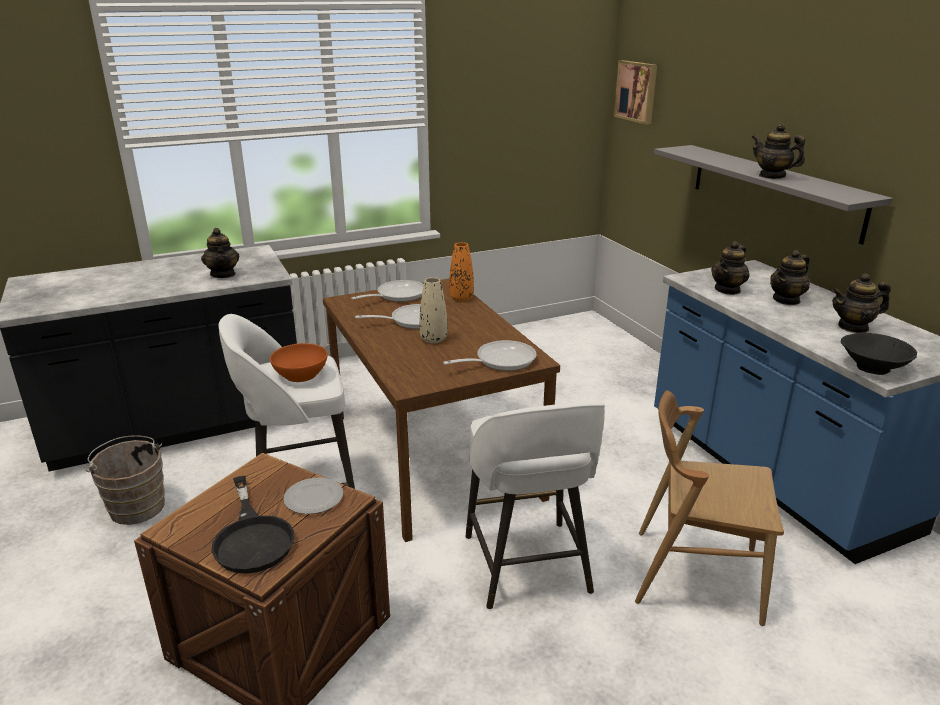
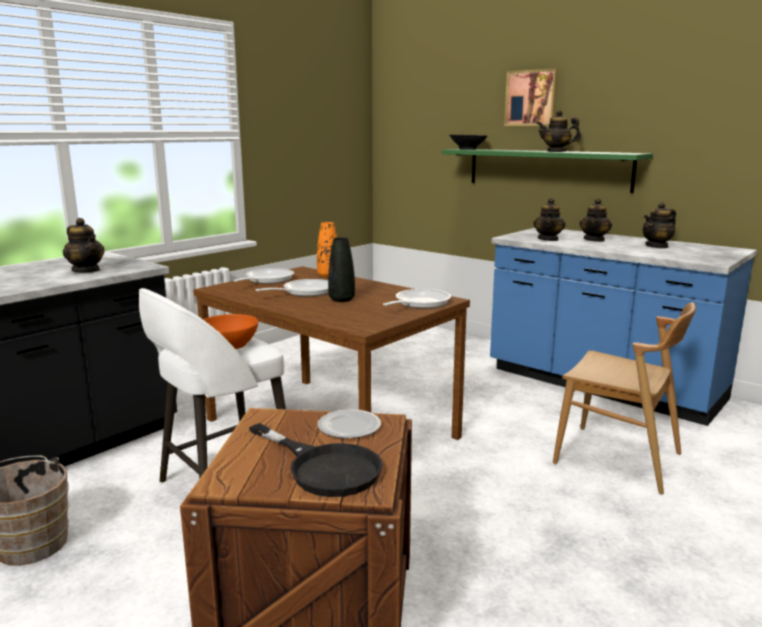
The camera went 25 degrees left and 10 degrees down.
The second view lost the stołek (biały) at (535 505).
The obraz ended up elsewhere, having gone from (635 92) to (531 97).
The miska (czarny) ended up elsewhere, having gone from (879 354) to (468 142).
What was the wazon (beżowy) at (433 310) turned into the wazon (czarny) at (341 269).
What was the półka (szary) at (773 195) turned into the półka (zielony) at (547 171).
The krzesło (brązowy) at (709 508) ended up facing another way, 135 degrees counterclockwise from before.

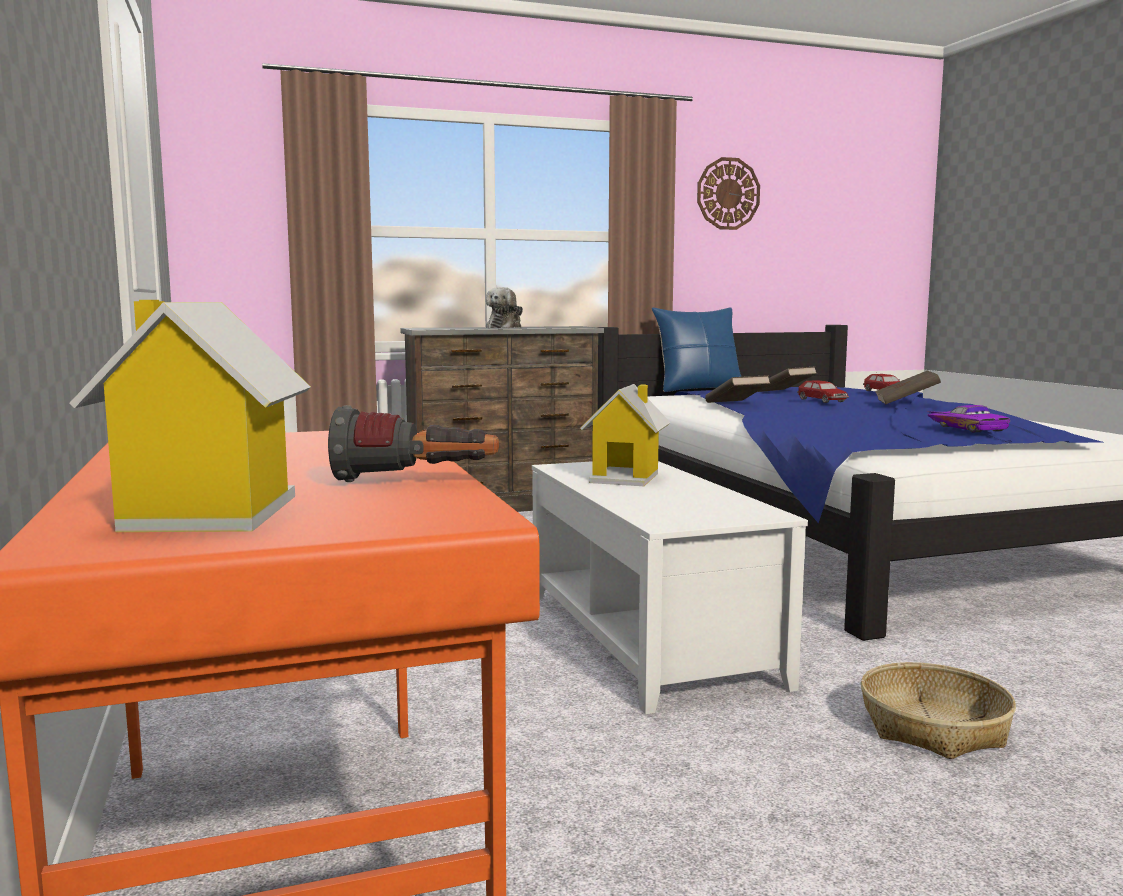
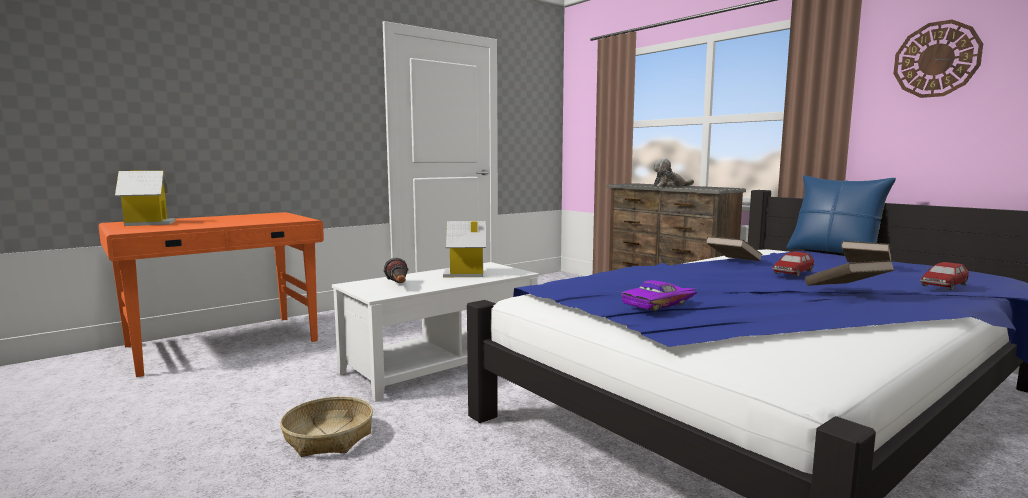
The camera went 70 degrees right and 0 degrees up.
The latarka ended up elsewhere, having gone from (413 443) to (395 270).

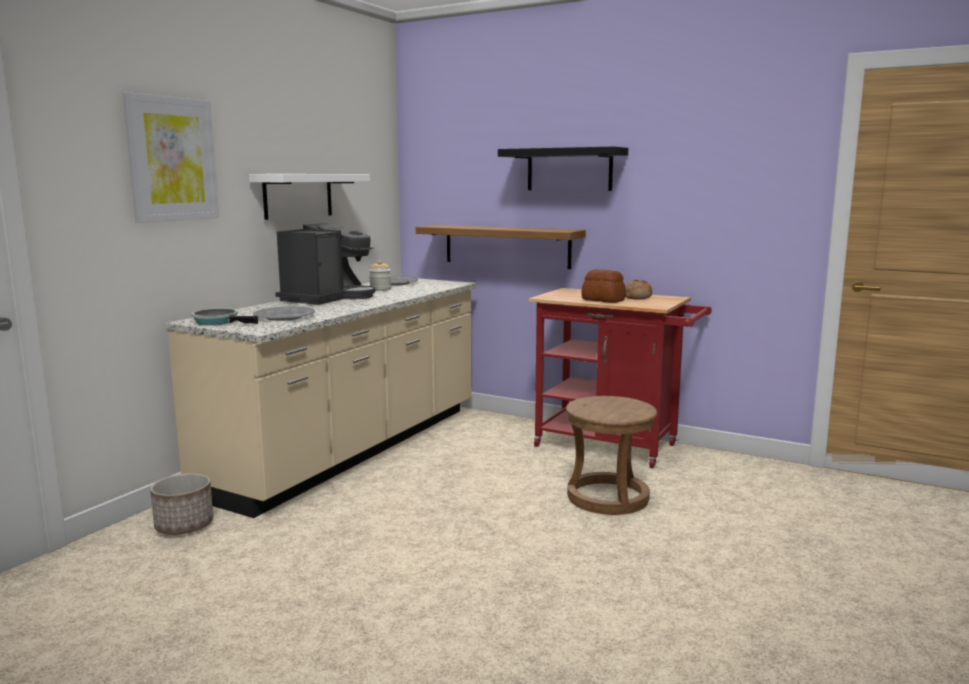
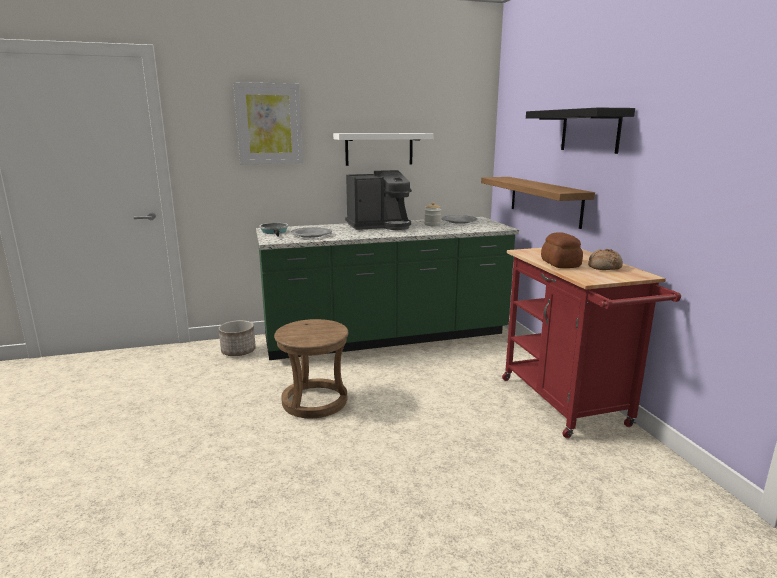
The camera went 45 degrees right and 5 degrees up.
The stołek (brązowy) ended up elsewhere, having gone from (611 455) to (311 368).
What was the zabudowa kuchenna (beżowy) at (321 398) turned into the zabudowa kuchenna (zielony) at (387 288).

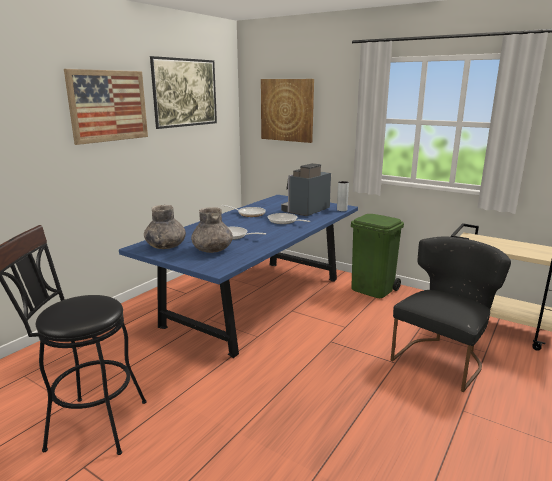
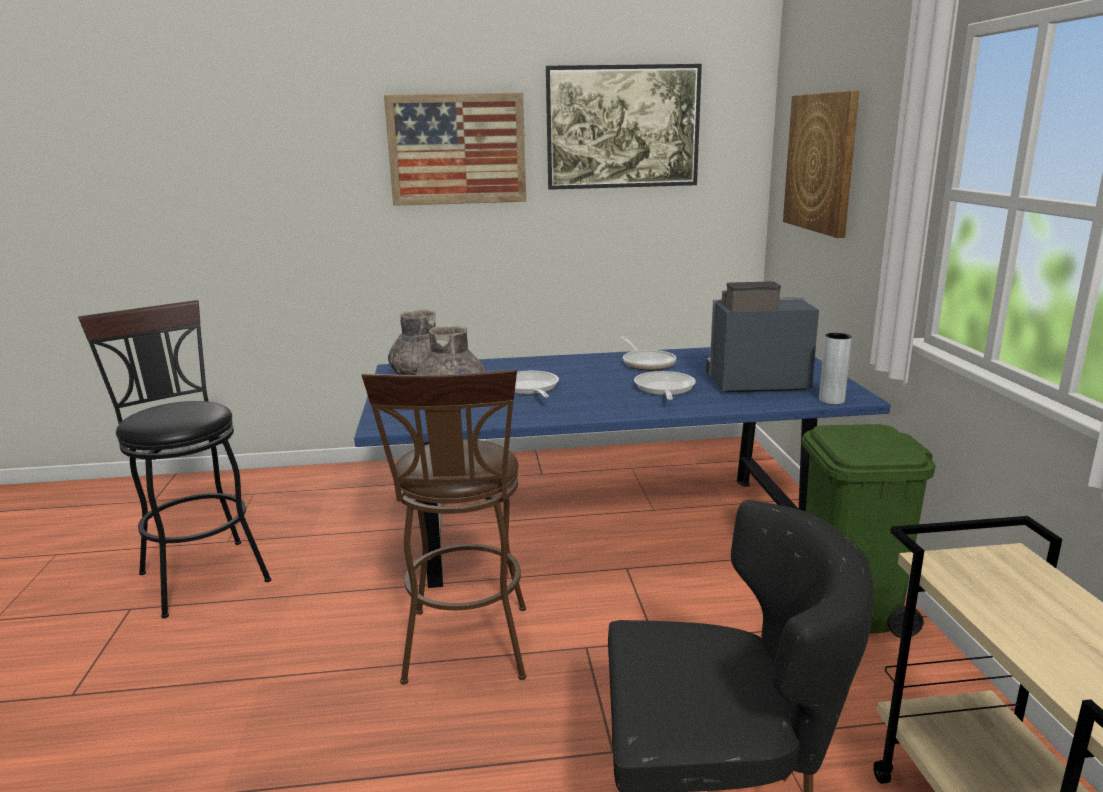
The camera went 50 degrees right and 0 degrees up.
The second view gained the stołek (brązowy) at (444 527).

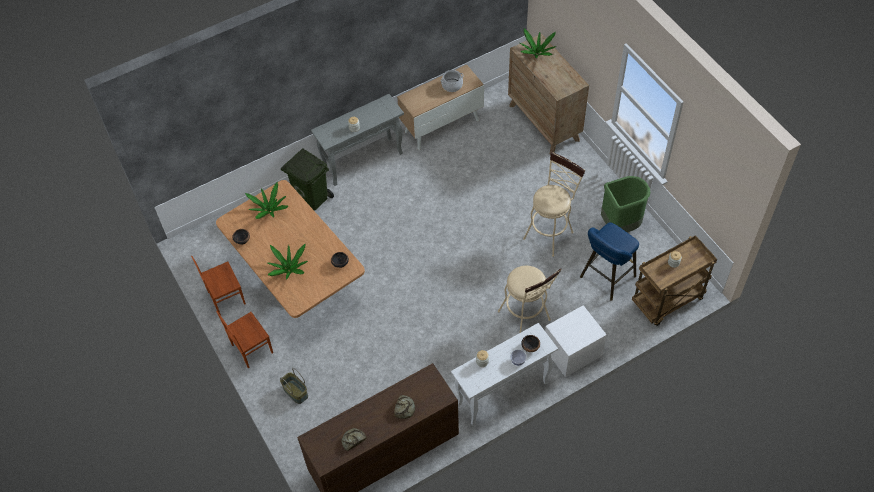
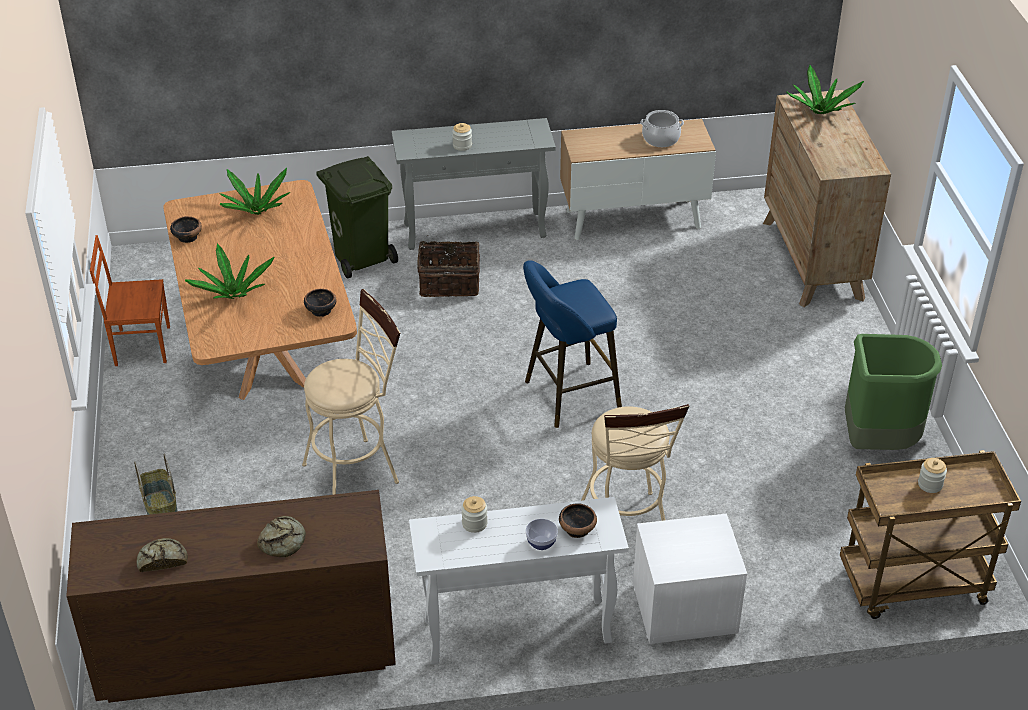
The camera went 20 degrees right and 15 degrees down.
The second view lost the krzesło (brązowy) at (244 339).
The second view gained the koszyk at (448 266).
The stołek (beżowy) ended up elsewhere, having gone from (554 204) to (351 392).
The stołek (niebieski) ended up elsewhere, having gone from (609 261) to (572 344).

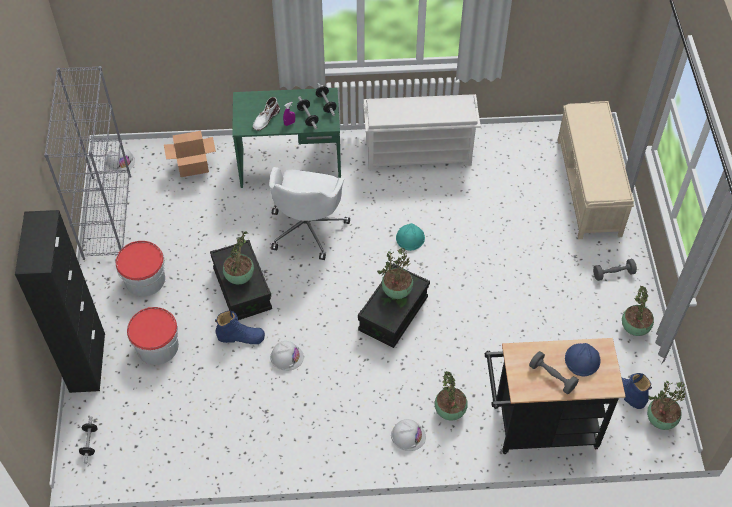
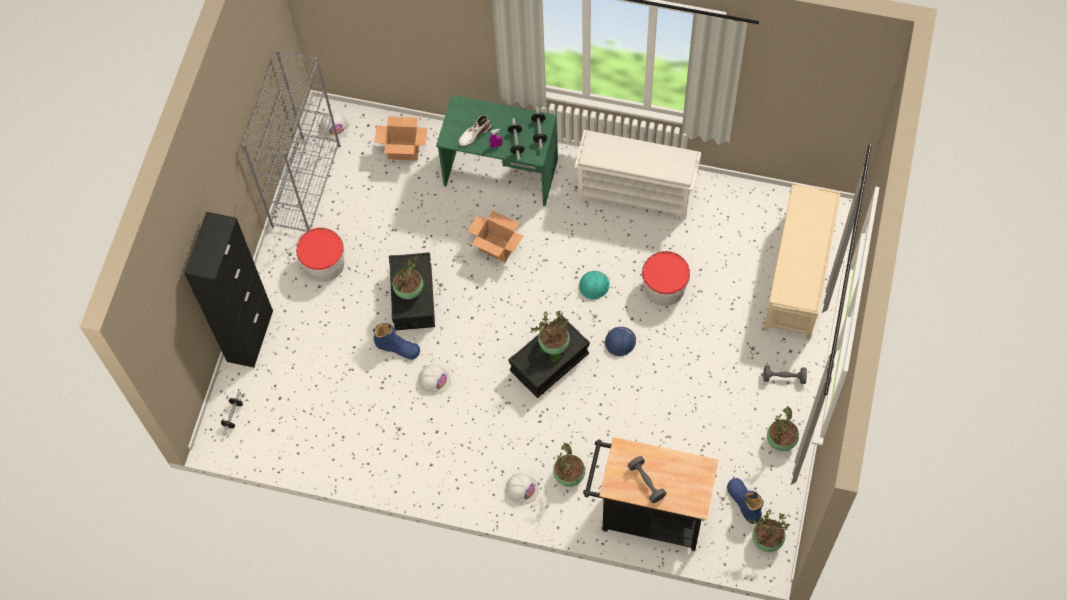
The camera went 20 degrees right and 10 degrees up.
The wiadro ended up elsewhere, having gone from (153 336) to (666 278).
The kask (niebieski) ended up elsewhere, having gone from (582 359) to (620 341).
Where the krzesło biurowe (biały) stood at (309 213), the karton came to stand at (496 237).

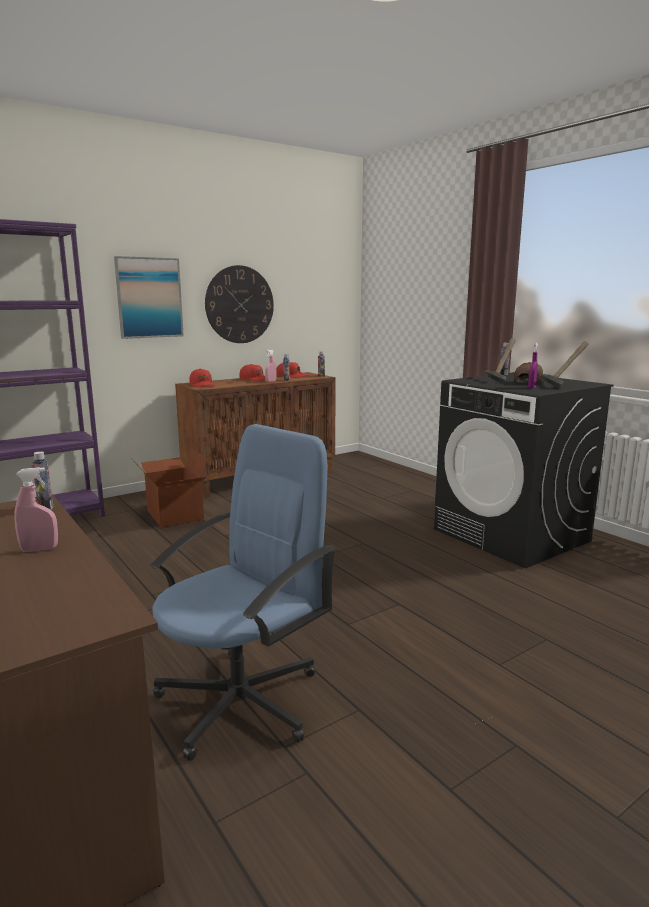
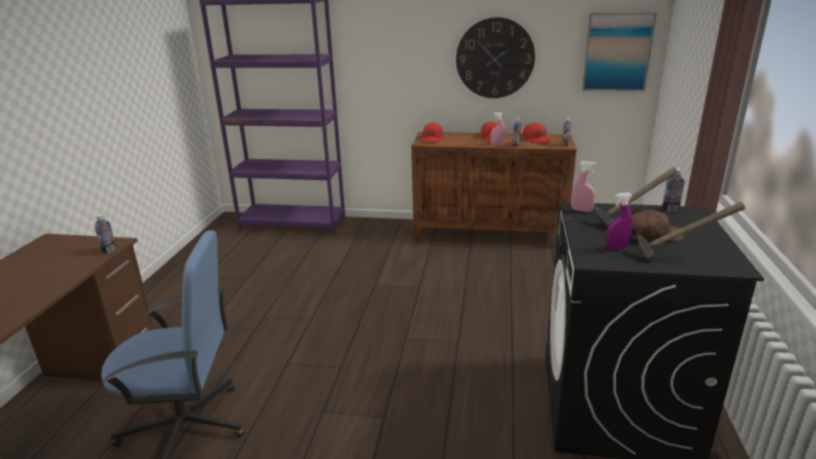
The camera went 45 degrees right and 10 degrees up.
The second view lost the karton at (169 487).
The spryskiwacz (różowy) ended up elsewhere, having gone from (36 509) to (583 186).
The obraz ended up elsewhere, having gone from (149 297) to (619 52).

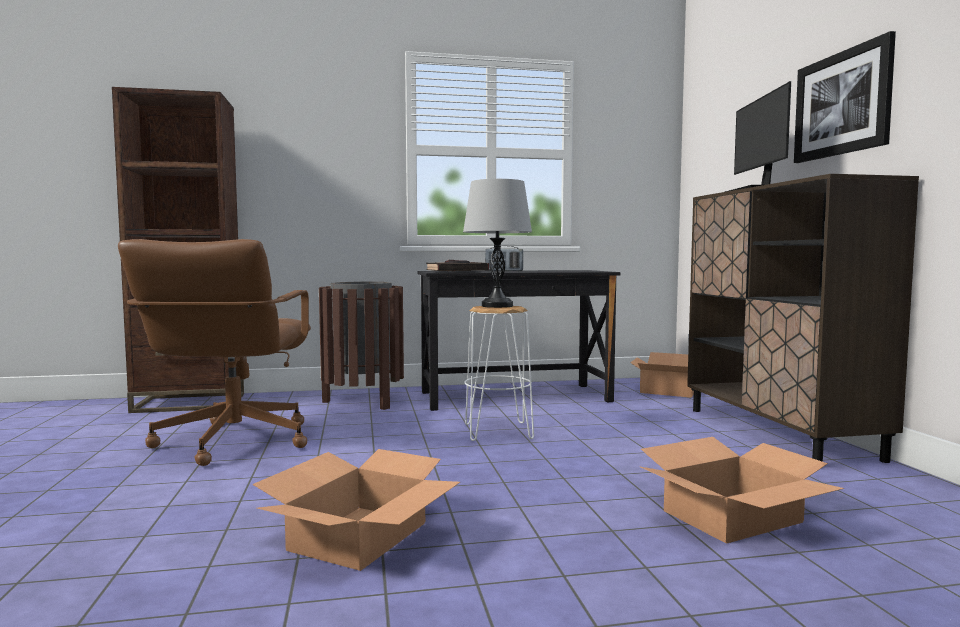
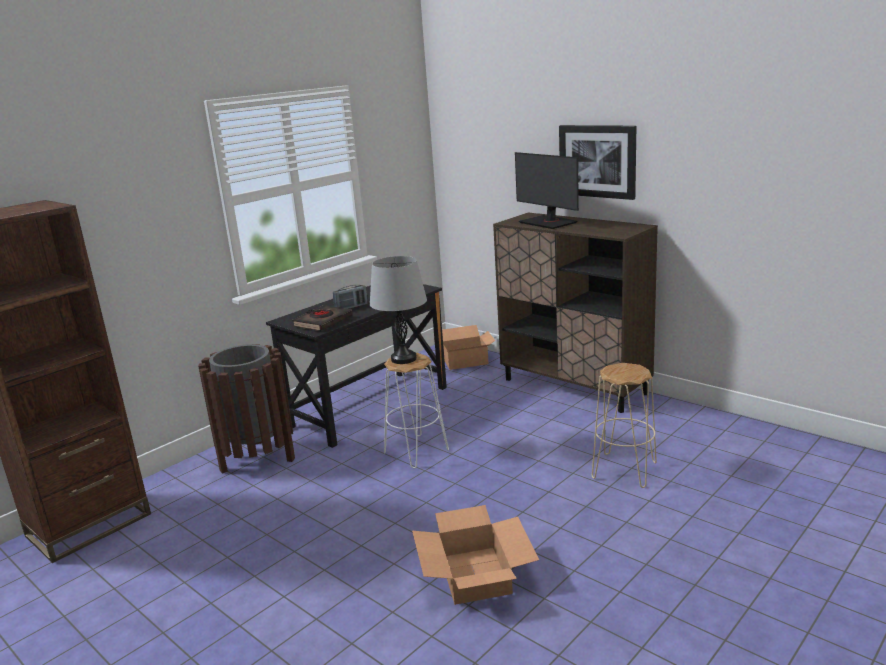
The camera went 35 degrees left and 15 degrees up.
The second view lost the krzesło biurowe (brązowy) at (214 352).
Where the karton stood at (742 490), the stołek (beżowy) came to stand at (624 425).

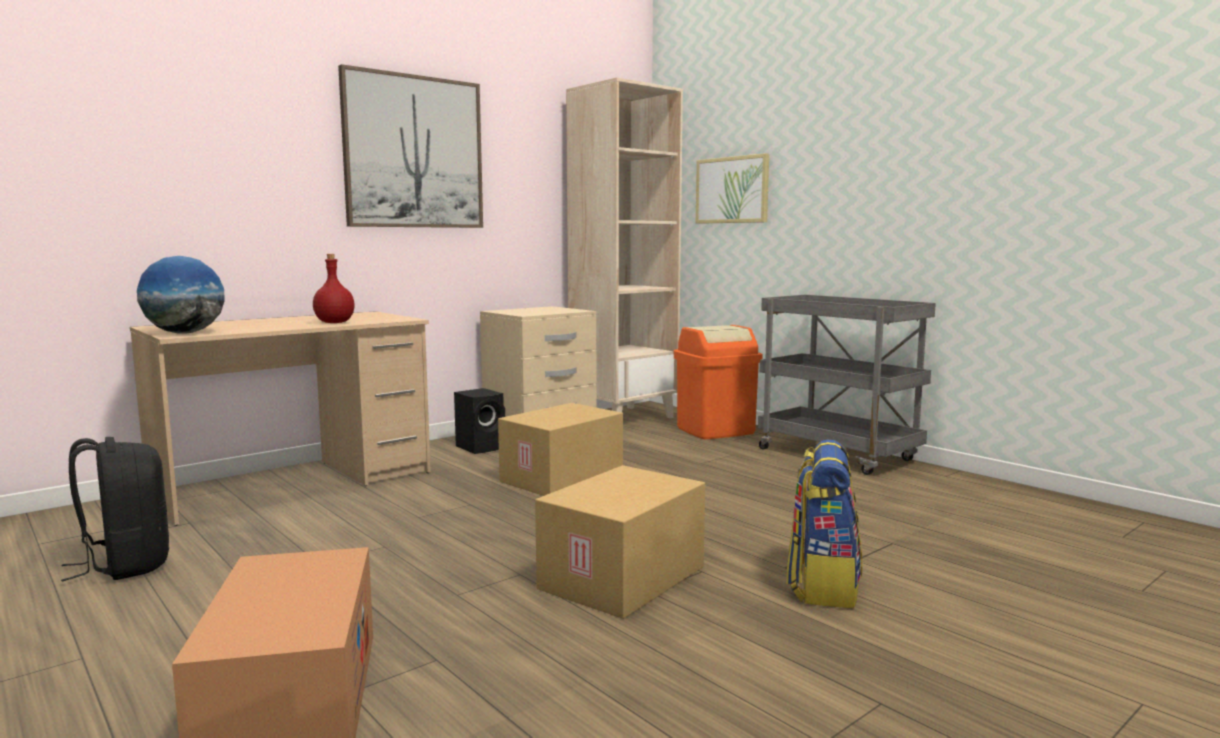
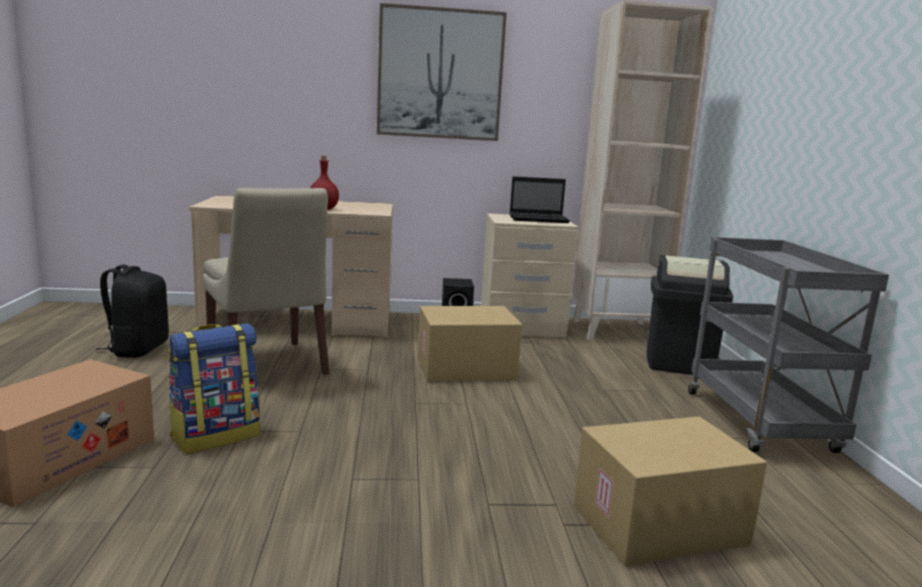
The camera went 35 degrees right and 5 degrees up.
The second view lost the globus at (181 294).
The second view lost the obraz at (732 188).
The second view gained the krzesło (beżowy) at (266 281).
The second view gained the laptop at (540 199).
The karton ended up elsewhere, having gone from (620 542) to (670 491).
The plecak ended up elsewhere, having gone from (824 524) to (213 388).
What was the kosz na śmieci (pomarańczowy) at (718 382) turned into the kosz na śmieci (czarny) at (690 315).

